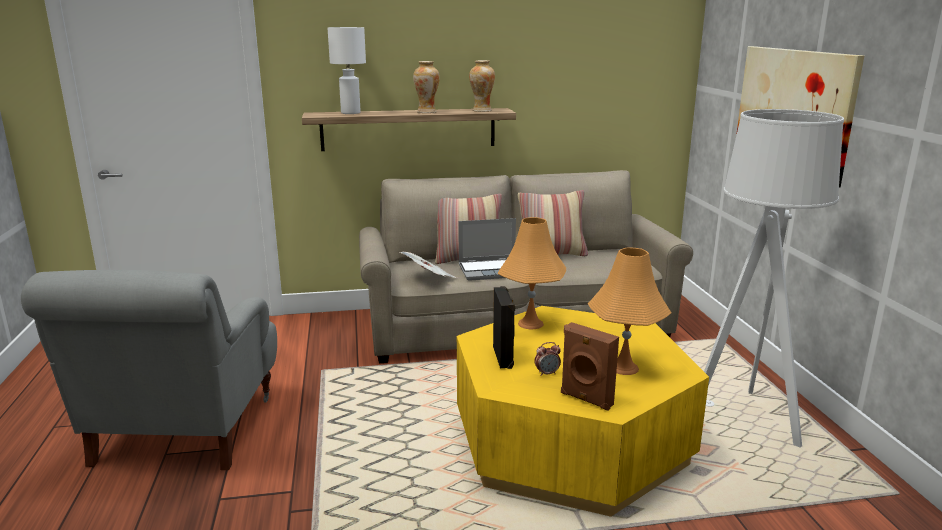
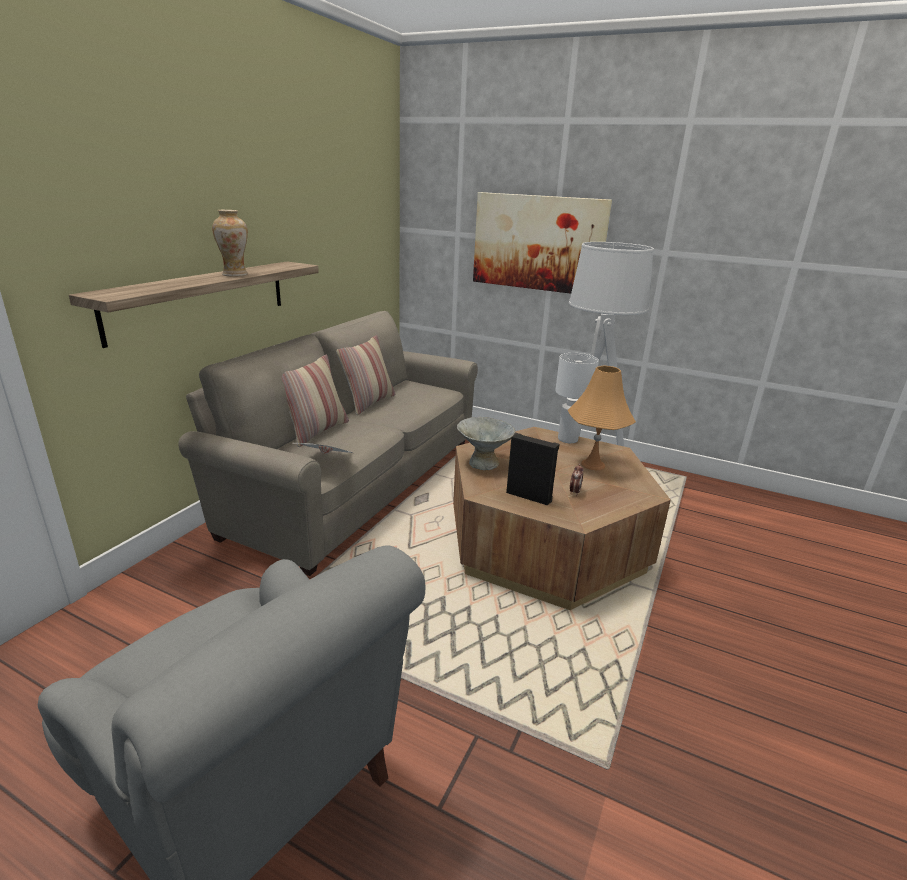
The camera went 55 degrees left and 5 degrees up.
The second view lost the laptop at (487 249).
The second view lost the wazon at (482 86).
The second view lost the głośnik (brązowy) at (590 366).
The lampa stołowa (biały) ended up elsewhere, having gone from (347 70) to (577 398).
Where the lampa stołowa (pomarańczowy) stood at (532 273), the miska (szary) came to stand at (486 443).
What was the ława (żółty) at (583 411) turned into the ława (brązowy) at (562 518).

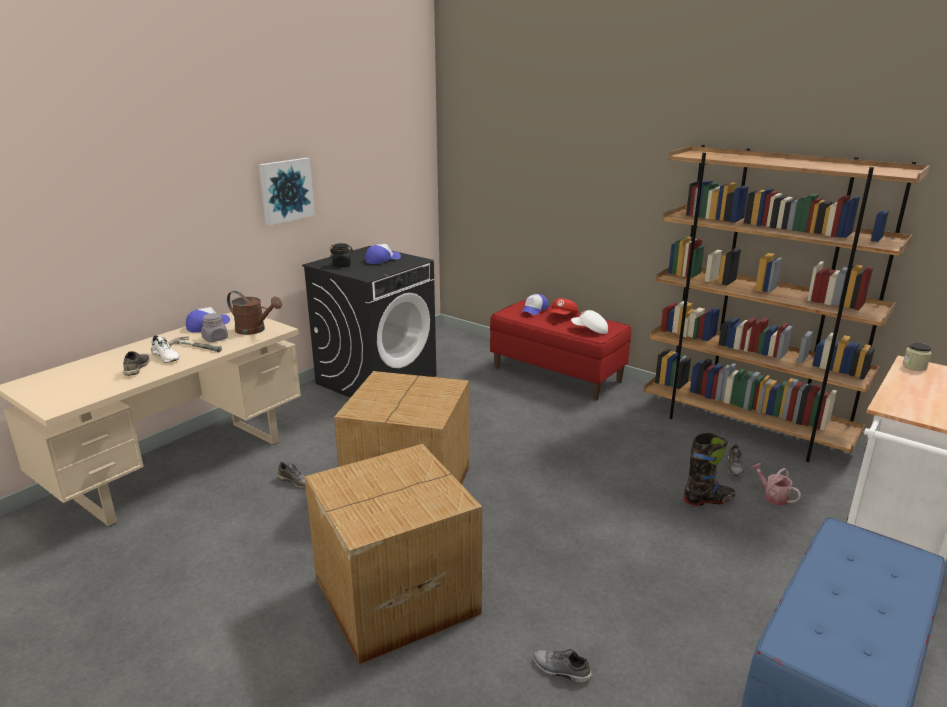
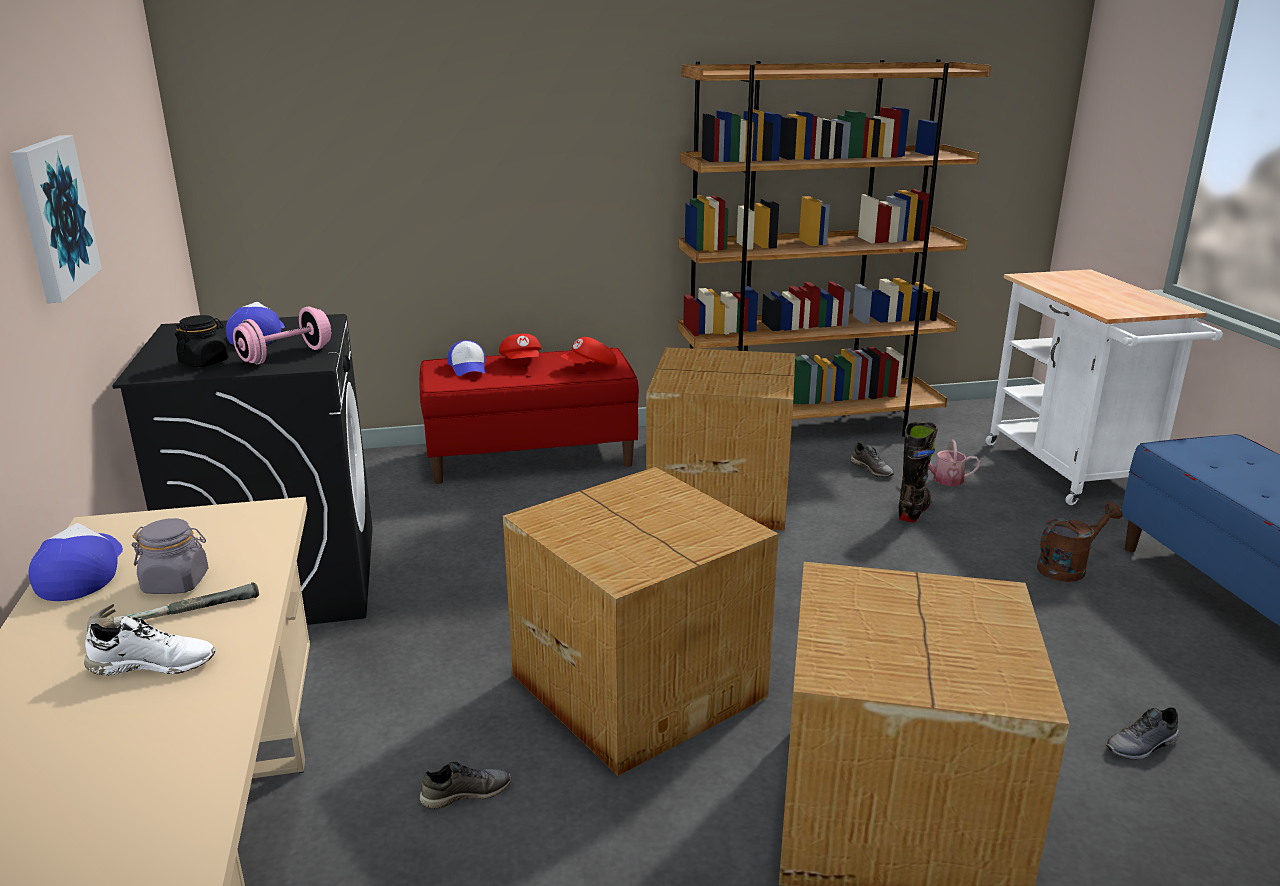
The camera went 50 degrees left and 0 degrees up.
The second view lost the but (szary) at (136 363).
The second view lost the słoik at (917 356).
The second view gained the hantel (różowy) at (282 335).
The second view gained the karton at (720 439).
The konewka (brązowy) ended up elsewhere, having gone from (254 313) to (1080 542).
What was the czapka z daszkiem (biały) at (589 322) turned into the czapka z daszkiem (czerwony) at (589 351).

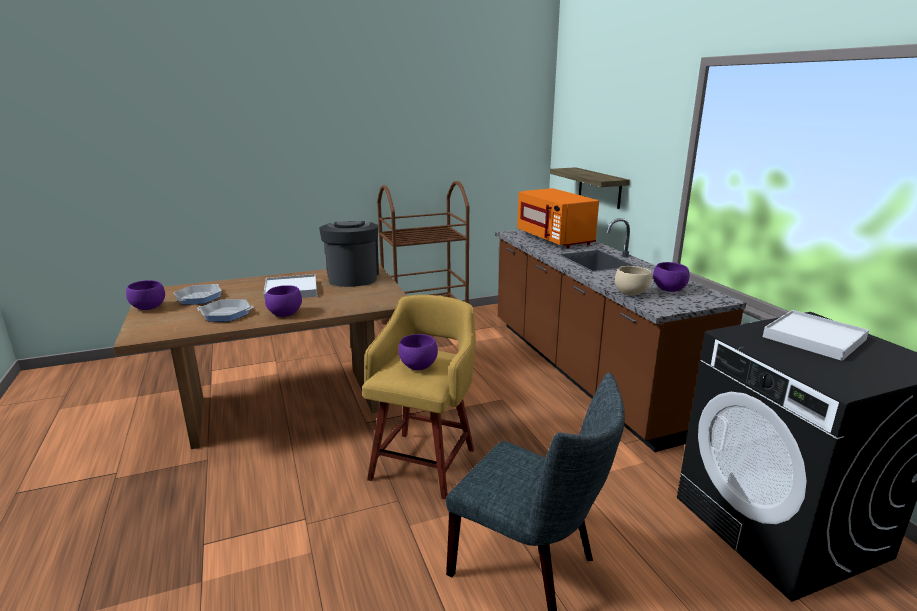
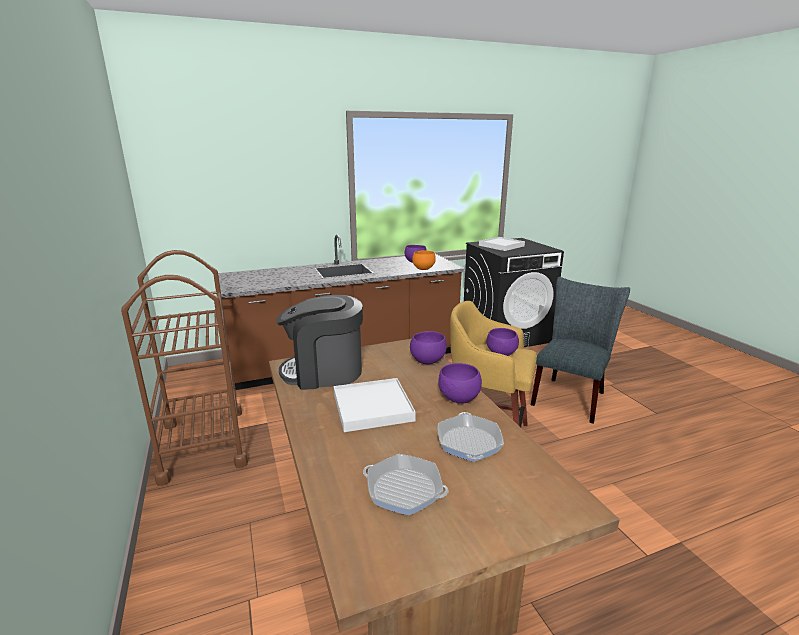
The camera went 90 degrees left and 0 degrees up.
The second view lost the mikrofalówka (pomarańczowy) at (558 218).
The second view lost the półka at (590 188).
The miska (fioletowy) ended up elsewhere, having gone from (145 295) to (428 347).
What was the miska (beżowy) at (633 281) turned into the miska (pomarańczowy) at (424 260).

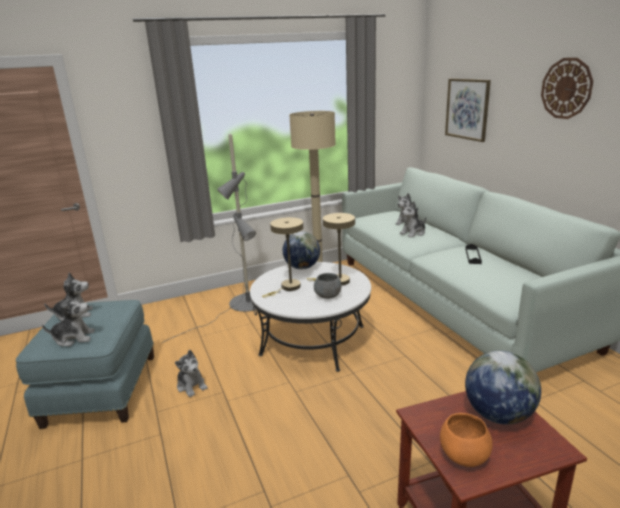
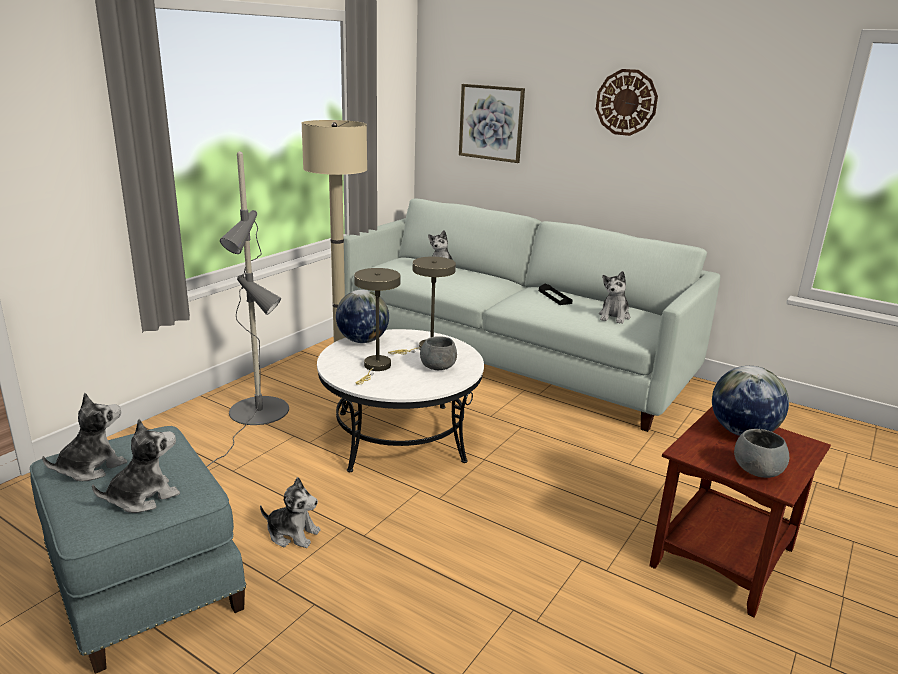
The camera went 35 degrees left and 0 degrees up.
The pluszak ended up elsewhere, having gone from (413 219) to (614 297).
What was the miska (pomarańczowy) at (466 440) turned into the miska (szary) at (761 453).

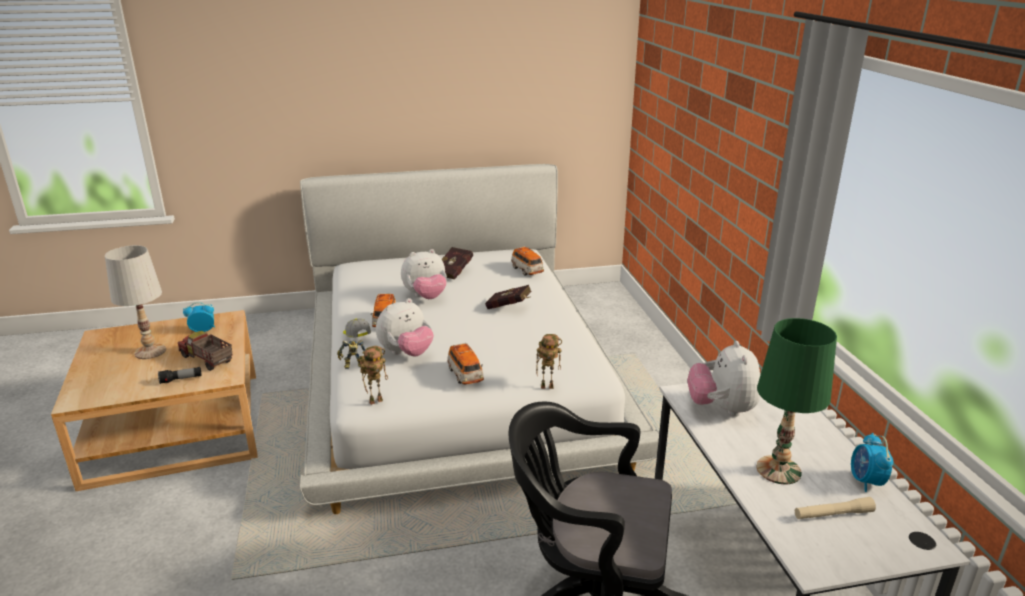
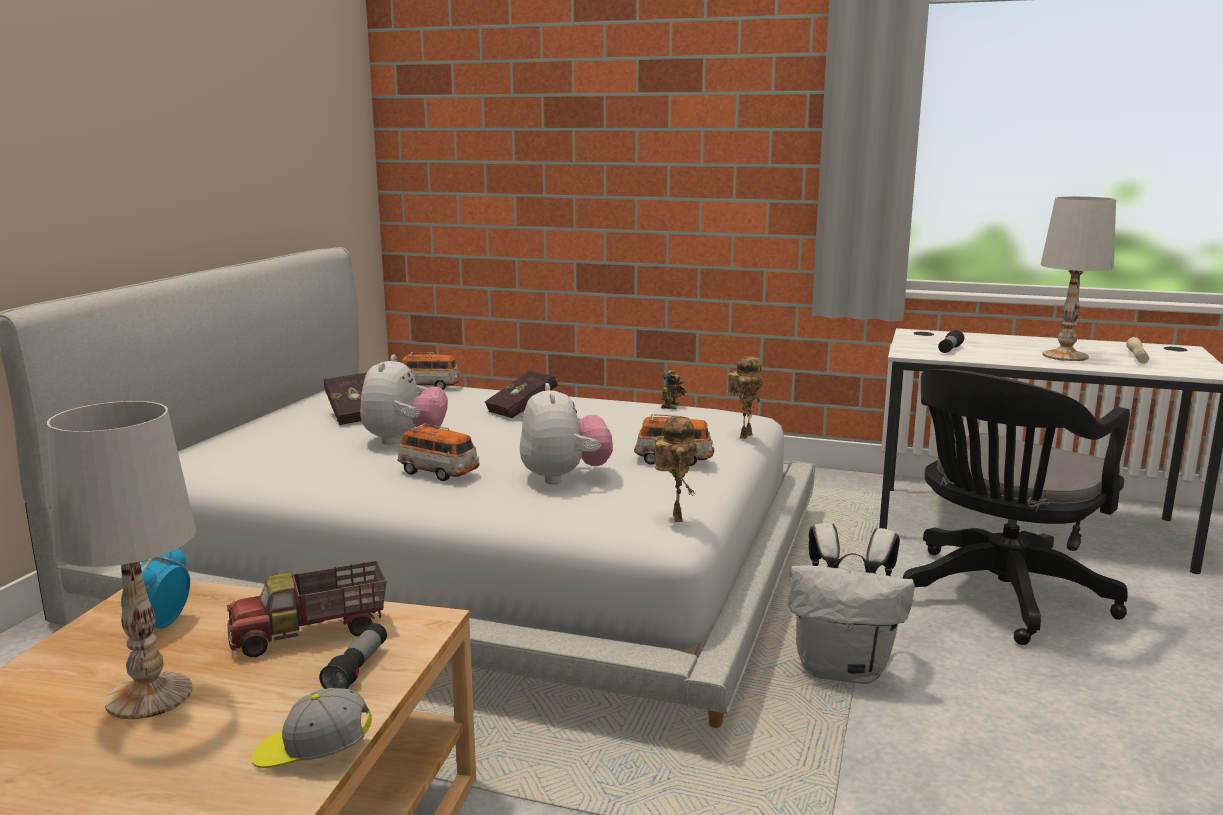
The camera went 60 degrees left and 10 degrees down.
The second view lost the budzik at (872 462).
The second view gained the plecak (biały) at (851 603).
The robot zabawkowy ended up elsewhere, having gone from (351 354) to (674 389).
The czapka z daszkiem ended up elsewhere, having gone from (357 328) to (311 728).
Where the pluszak stood at (723 379), the latarka came to stand at (951 341).
What was the lampa stołowa (zielony) at (796 401) turned into the lampa stołowa (biały) at (1078 278).

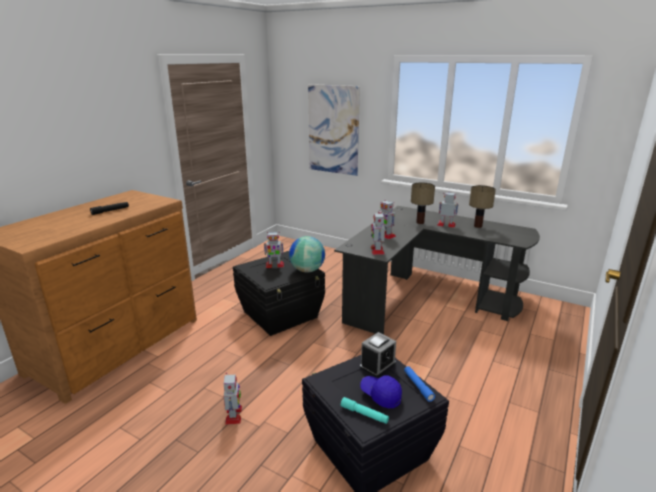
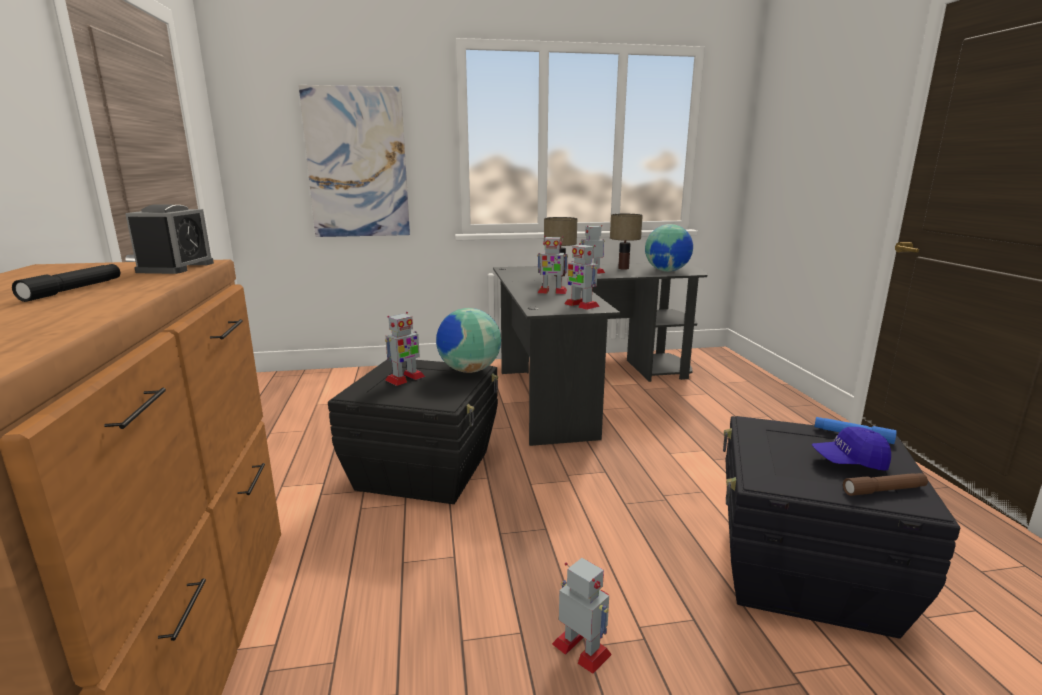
The camera went 40 degrees left and 5 degrees down.
The second view gained the globus at (669 248).
The budzik ended up elsewhere, having gone from (378 354) to (169 239).
What was the latarka (turkusowy) at (365 410) turned into the latarka (brązowy) at (885 484).

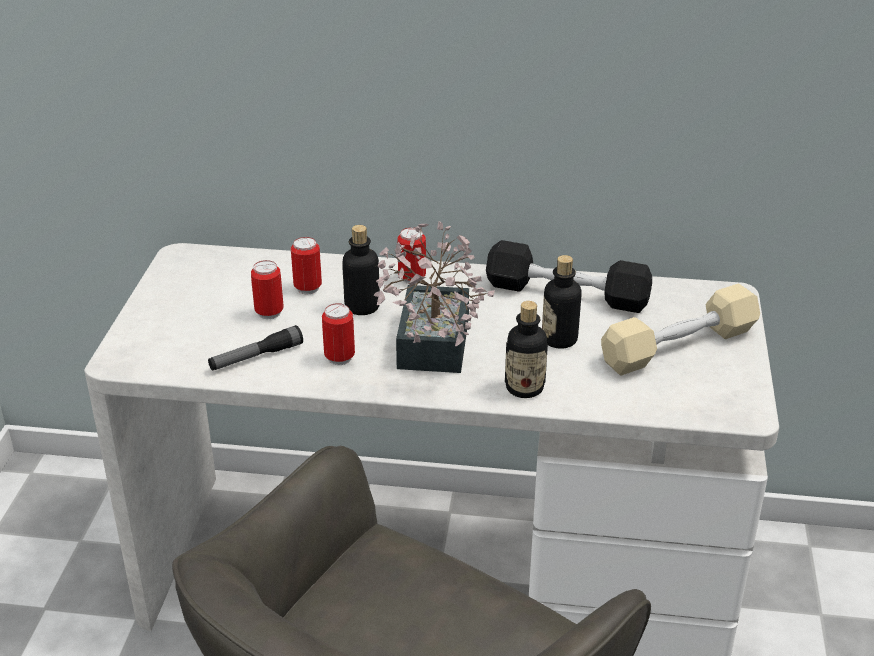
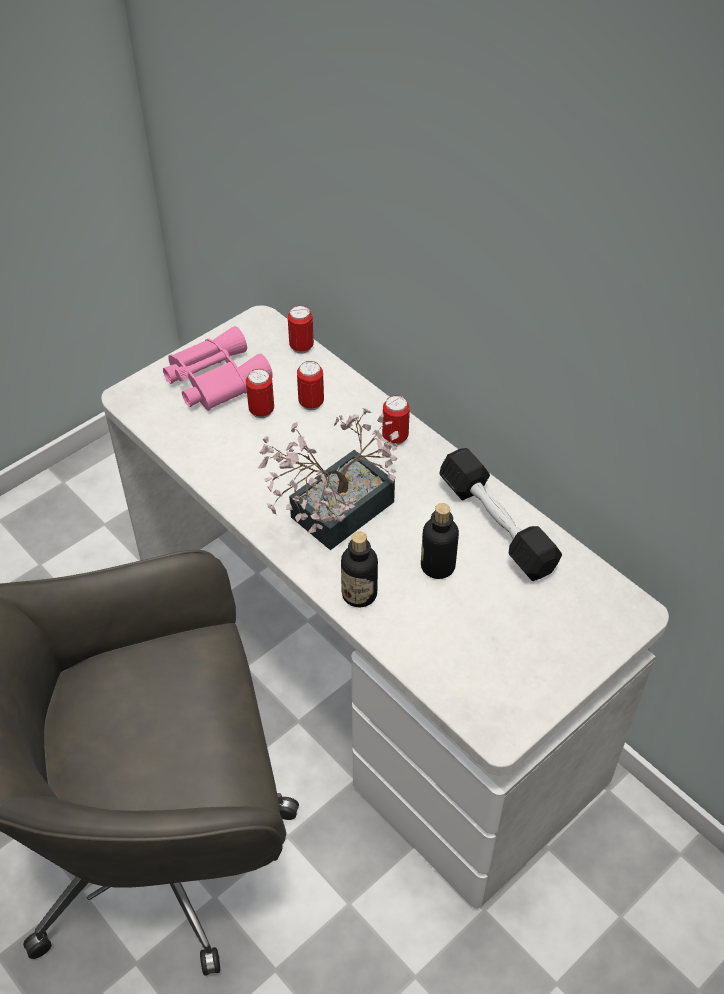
The camera went 40 degrees right and 15 degrees up.
The second view lost the latarka at (255 347).
The second view lost the butelka at (361 270).
The second view lost the hantel (beżowy) at (680 330).
The second view gained the lornetka (różowy) at (218 368).
The puszka ended up elsewhere, having gone from (338 334) to (301 329).

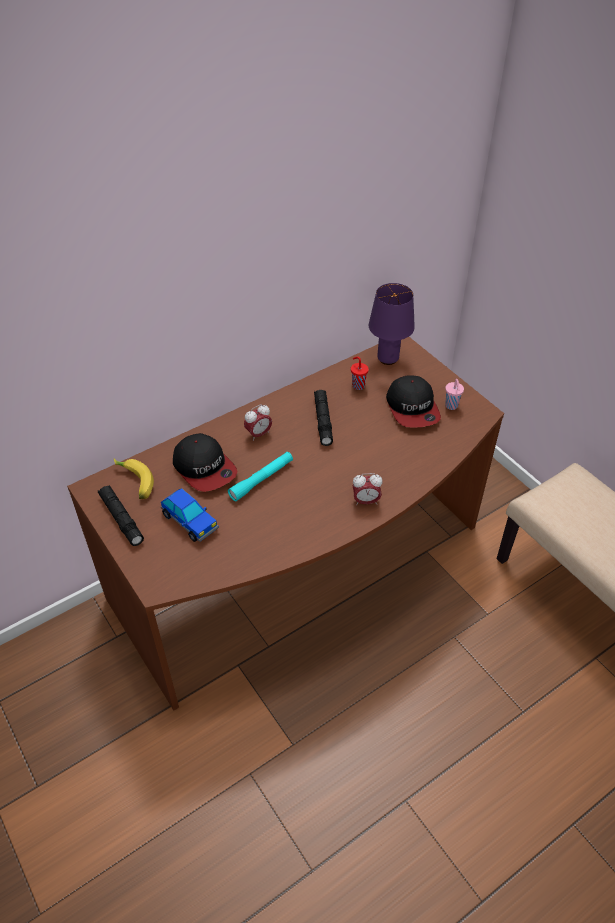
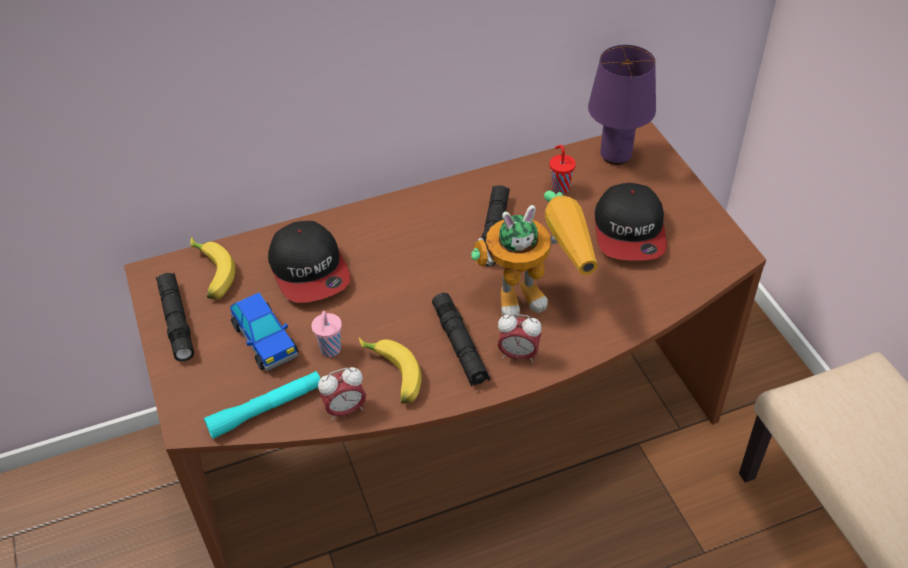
The camera went 15 degrees right and 0 degrees up.
The second view gained the banan at (390 370).
The second view gained the latarka (czarny) at (461 339).
The second view gained the robot zabawkowy at (534 254).
The latarka (turkusowy) ended up elsewhere, having gone from (260 476) to (262 405).
The budzik ended up elsewhere, having gone from (258 422) to (342 394).
The filiżanka (różowy) ended up elsewhere, having gone from (454 394) to (326 334).

